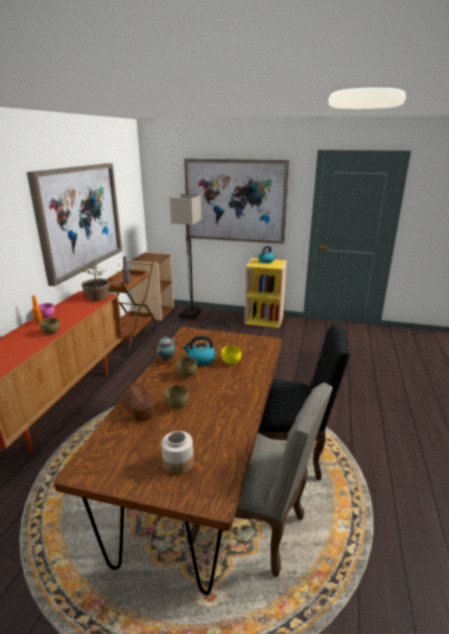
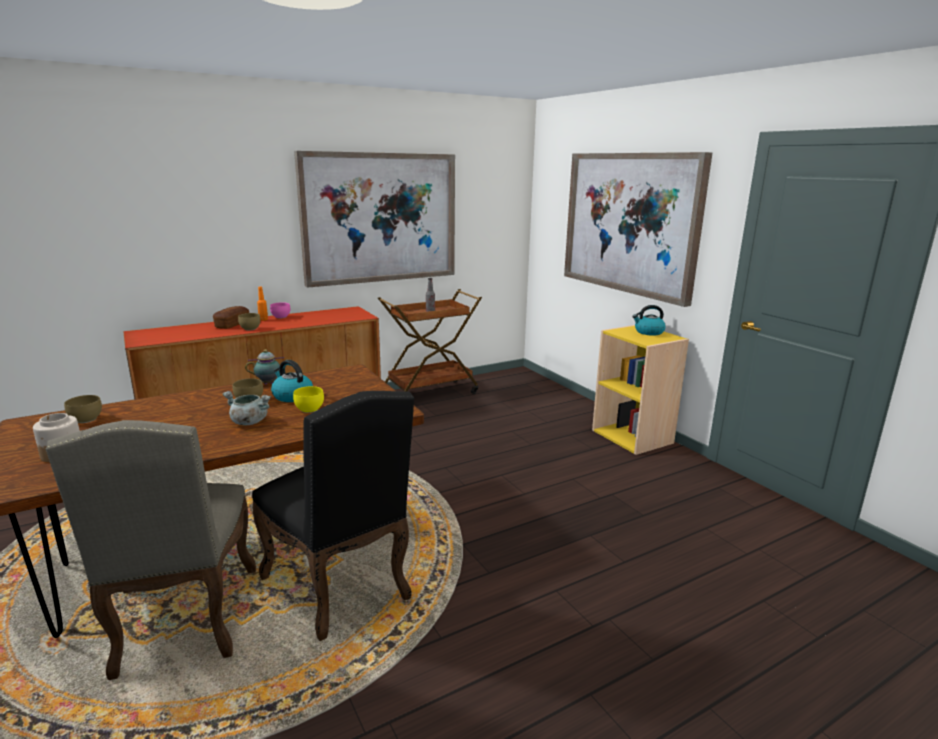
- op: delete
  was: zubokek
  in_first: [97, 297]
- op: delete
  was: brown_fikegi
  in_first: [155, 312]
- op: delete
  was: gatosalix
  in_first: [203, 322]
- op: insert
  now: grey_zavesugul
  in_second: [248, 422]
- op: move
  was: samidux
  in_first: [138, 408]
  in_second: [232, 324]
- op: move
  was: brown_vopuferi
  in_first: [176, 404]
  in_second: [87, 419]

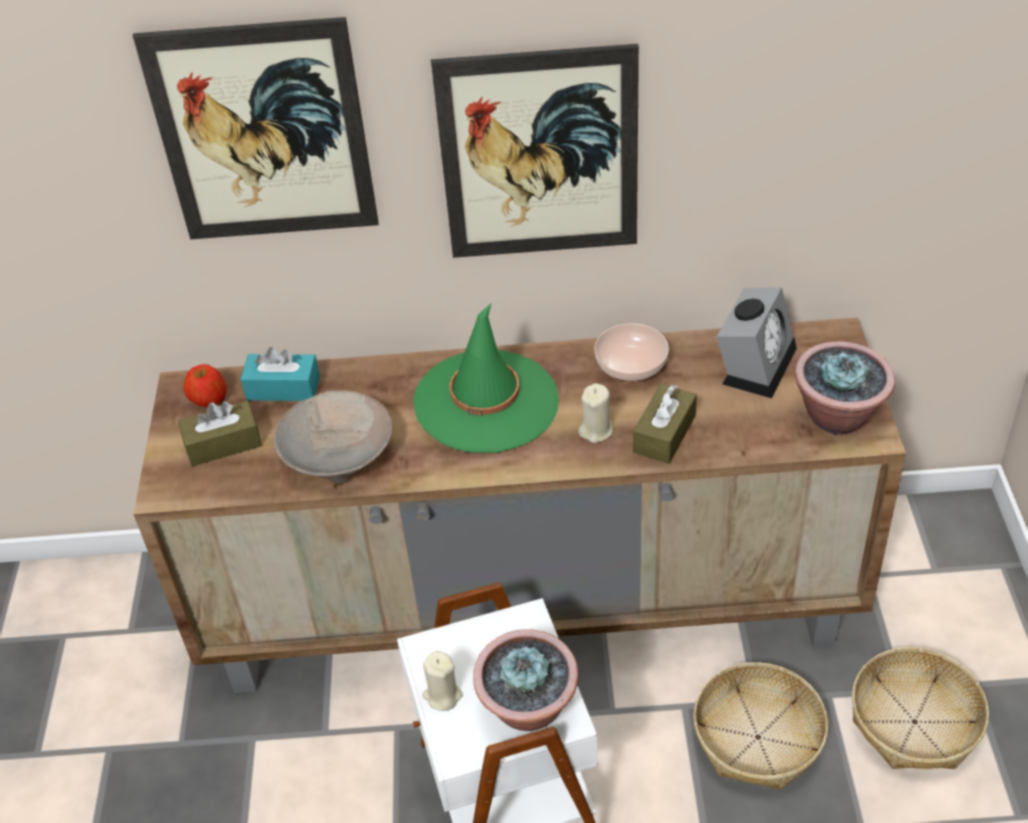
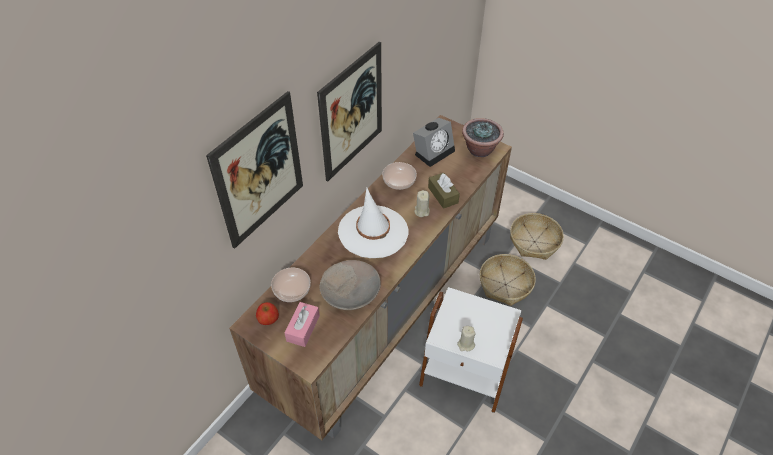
- op: delete
  was: zubokek
  in_first: [529, 709]
- op: replace
  was: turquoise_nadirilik
  now: vopuferi
  in_first: [283, 388]
  in_second: [292, 289]
- op: recolor
  was: brown_nadirilik
  now: pink_nadirilik
  in_first: [223, 444]
  in_second: [303, 328]
- op: recolor
  was: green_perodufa
  now: white_perodufa
  in_first: [486, 402]
  in_second: [373, 231]
- op: rotate
  was: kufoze
  in_first: [756, 363]
  in_second: [434, 151]
  clockwise: 75

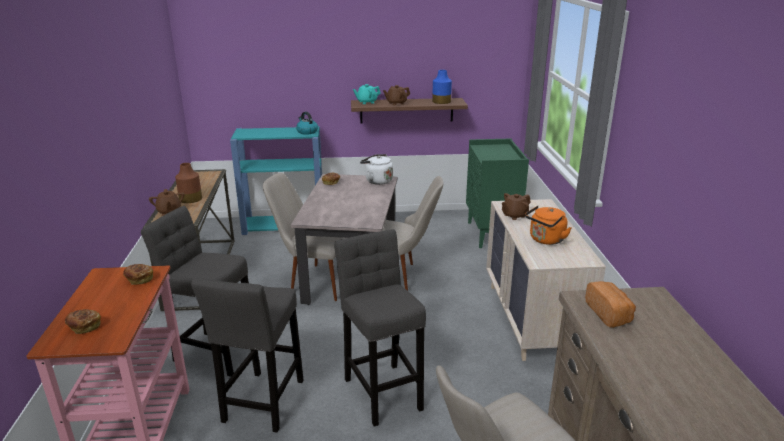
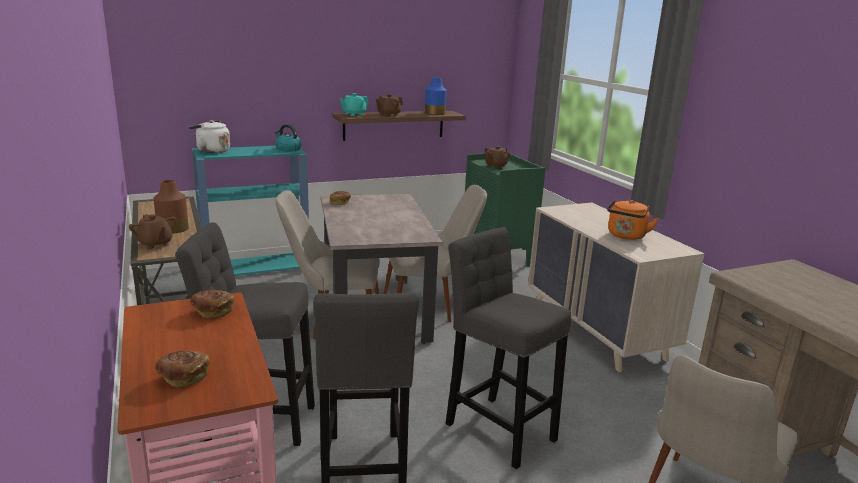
- op: delete
  was: samidux
  in_first: [609, 314]
- op: move
  was: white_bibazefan
  in_first: [377, 181]
  in_second: [211, 151]
- op: move
  was: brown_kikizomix
  in_first: [514, 215]
  in_second: [496, 166]

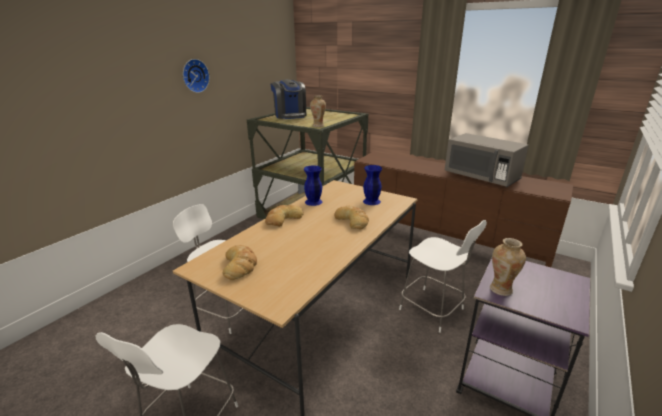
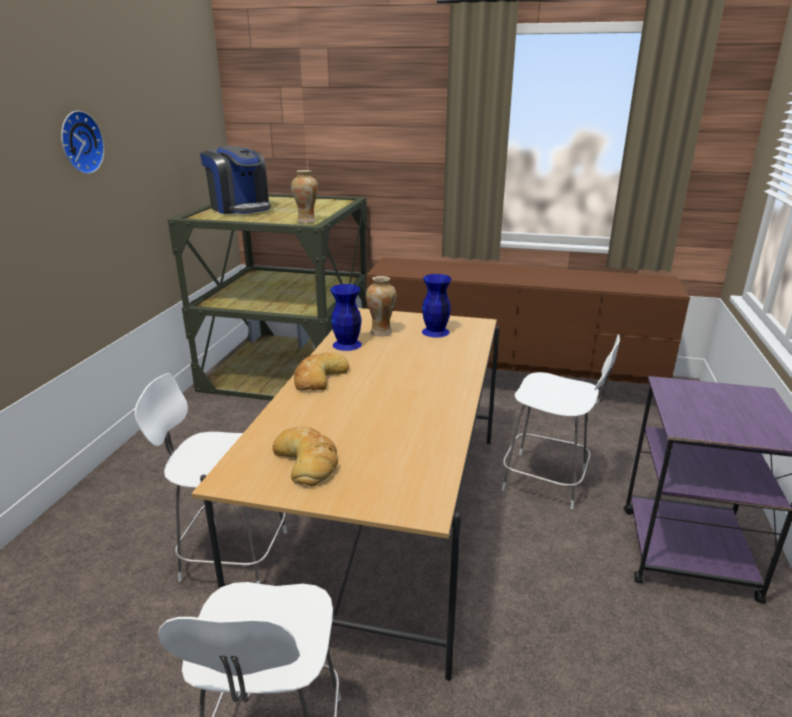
- op: delete
  was: samidux
  in_first: [352, 220]
- op: delete
  was: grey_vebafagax
  in_first: [481, 177]
- op: move
  was: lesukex
  in_first: [501, 289]
  in_second: [381, 332]

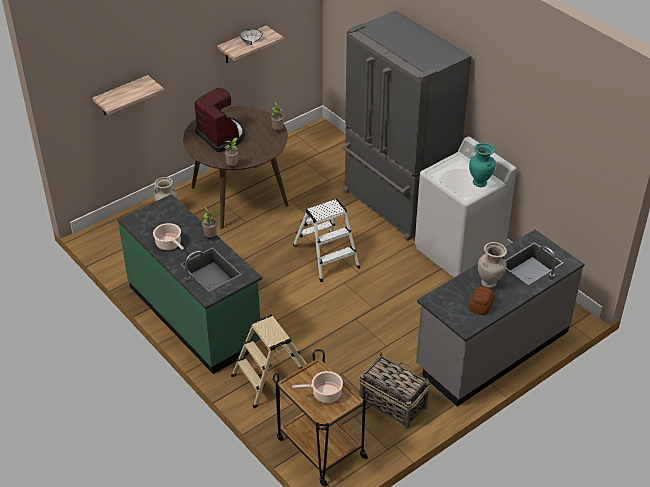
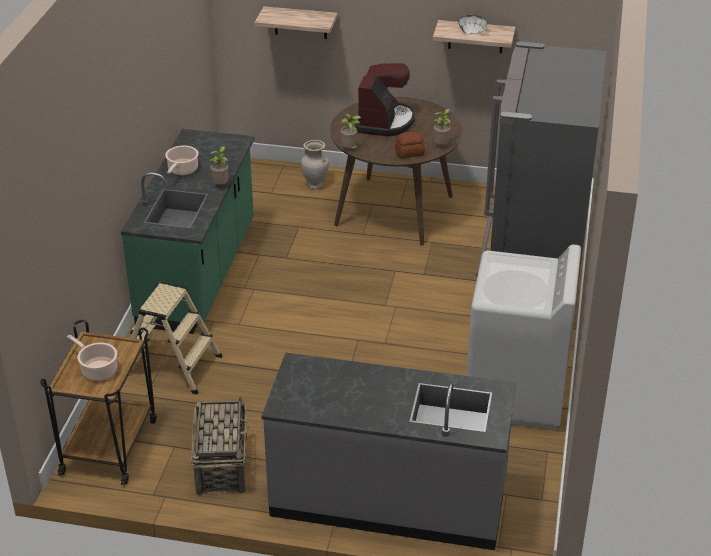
- op: delete
  was: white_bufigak
  in_first: [326, 256]
- op: delete
  was: turquoise_lesukex
  in_first: [480, 183]
- op: delete
  was: beige_lesukex
  in_first: [489, 283]
- op: move
  was: samidux
  in_first: [481, 306]
  in_second: [410, 153]

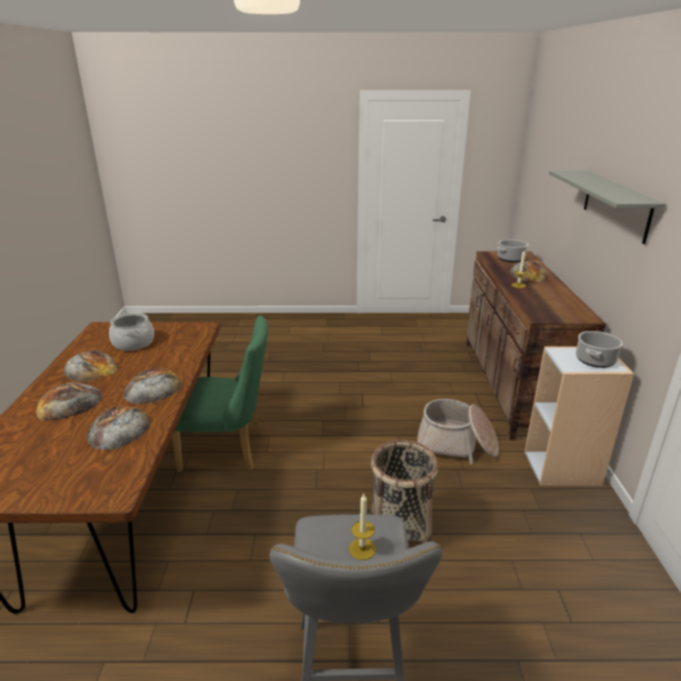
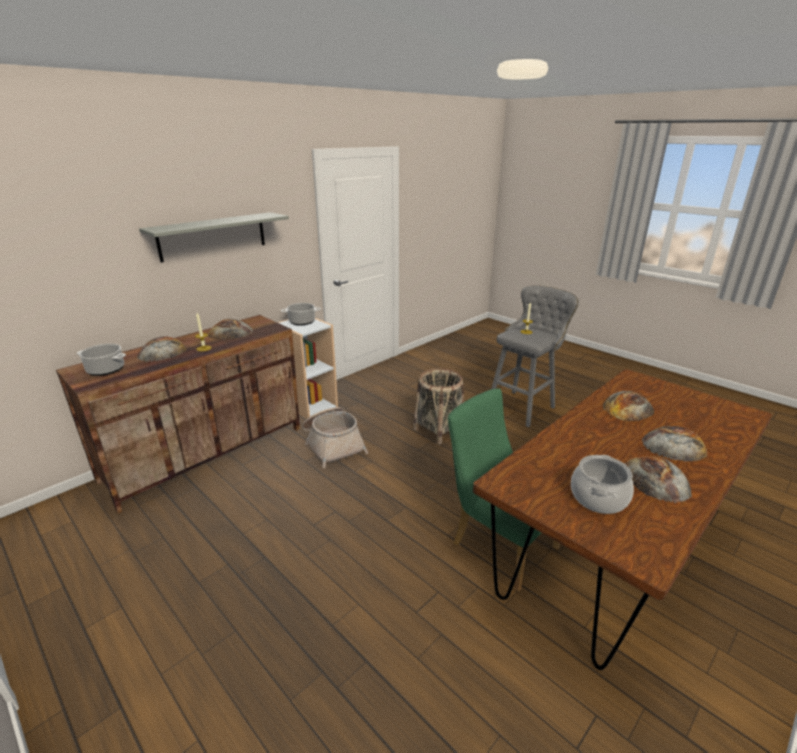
- op: move
  was: samidux
  in_first: [153, 388]
  in_second: [230, 332]

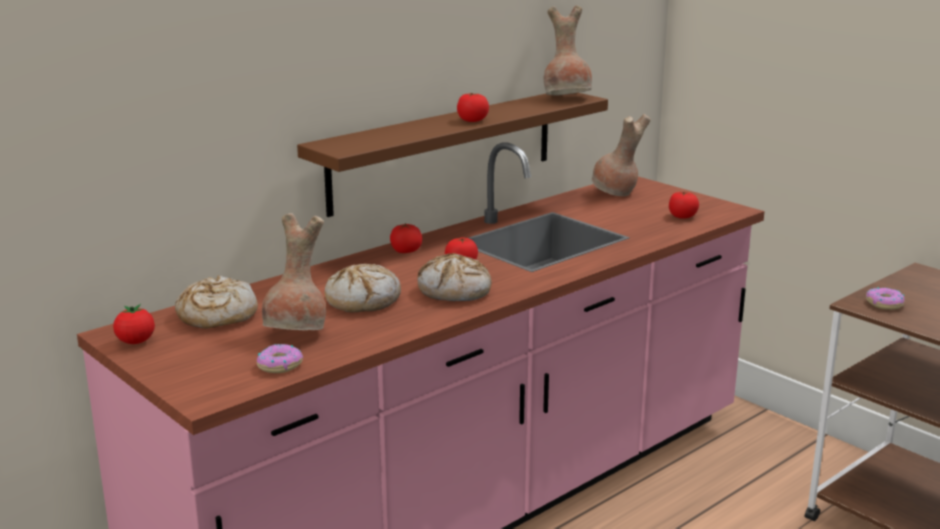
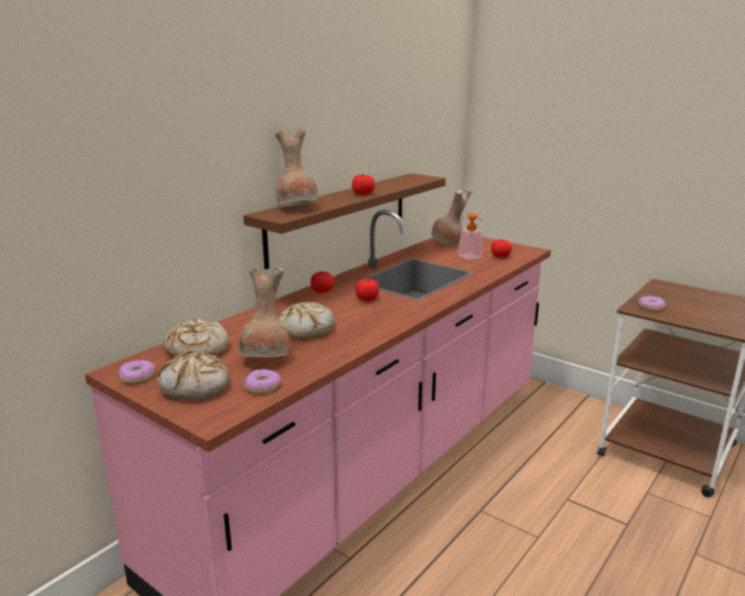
- op: insert
  now: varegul
  in_second: [472, 258]
- op: move
  was: samidux
  in_first: [455, 291]
  in_second: [195, 386]
- op: move
  was: brown_lesukex
  in_first: [567, 98]
  in_second: [297, 208]
- op: replace
  was: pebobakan
  now: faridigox
  in_first: [136, 342]
  in_second: [137, 376]

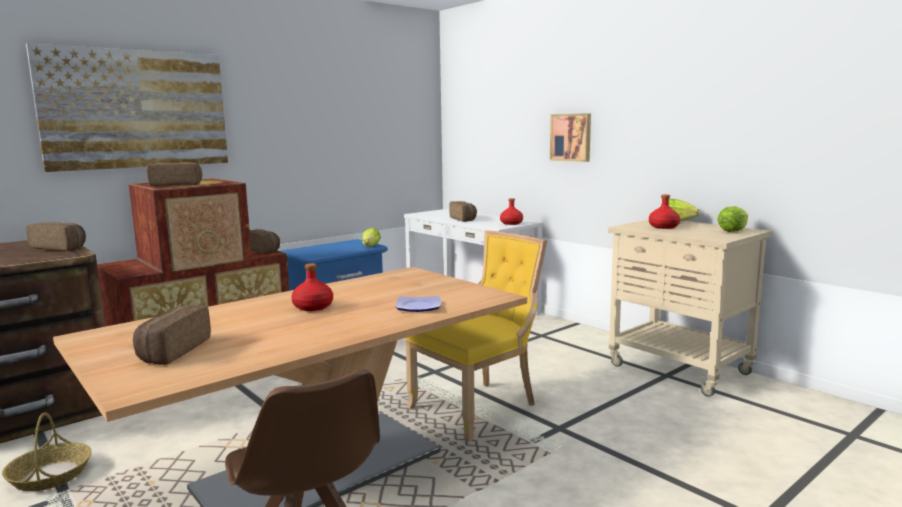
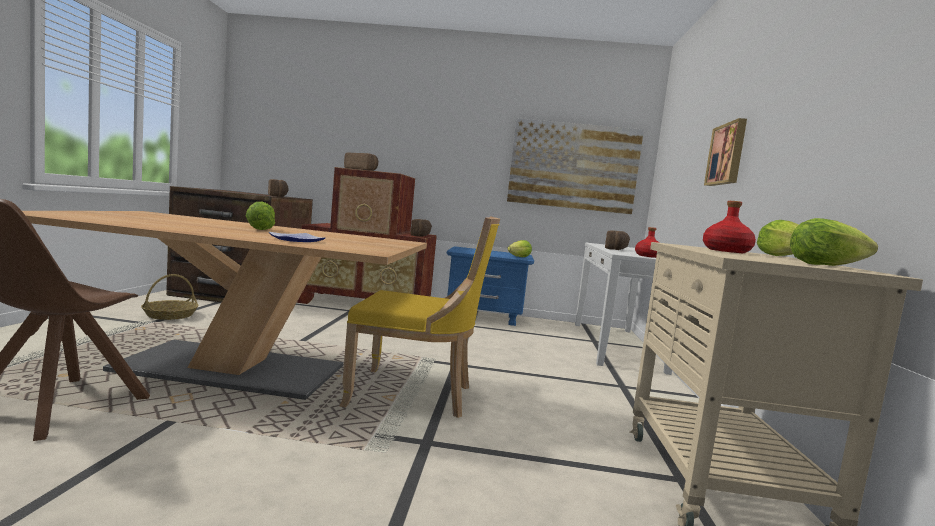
- op: delete
  was: samidux
  in_first: [171, 351]
- op: move
  was: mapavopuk
  in_first: [136, 109]
  in_second: [573, 166]
- op: replace
  was: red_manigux
  now: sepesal
  in_first: [313, 307]
  in_second: [260, 229]

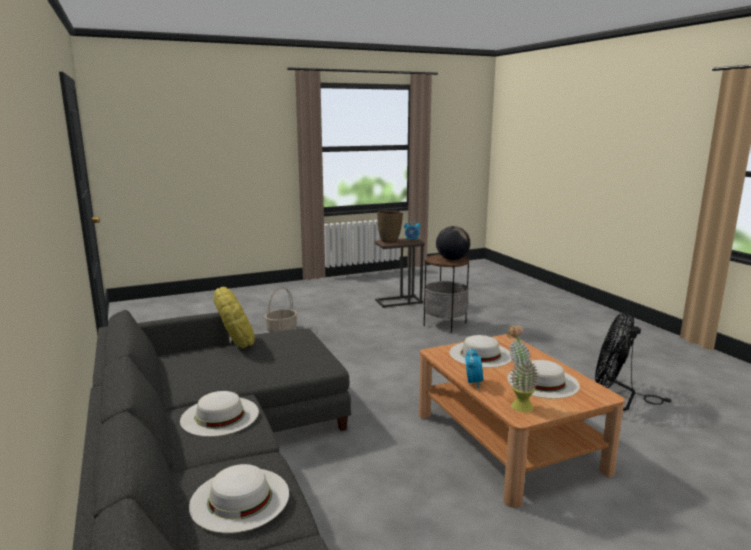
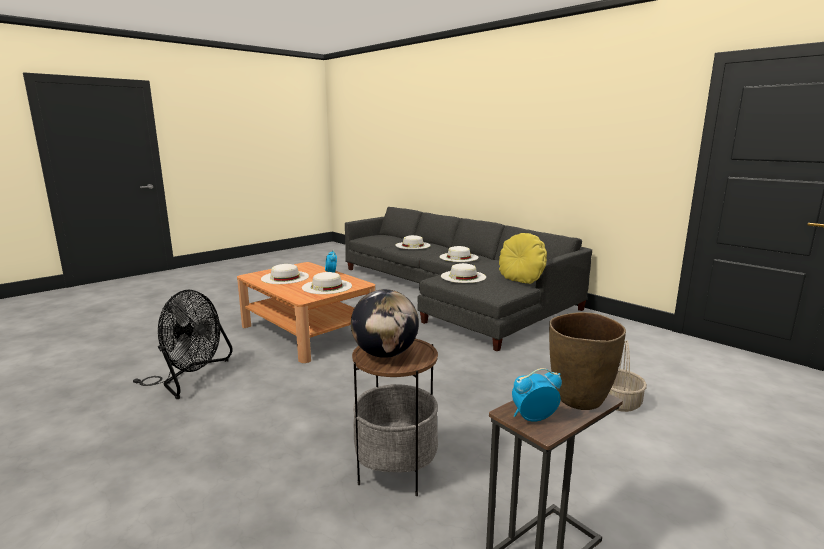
- op: delete
  was: zubokek
  in_first: [517, 404]
- op: insert
  now: white_perodufa
  in_second: [463, 276]

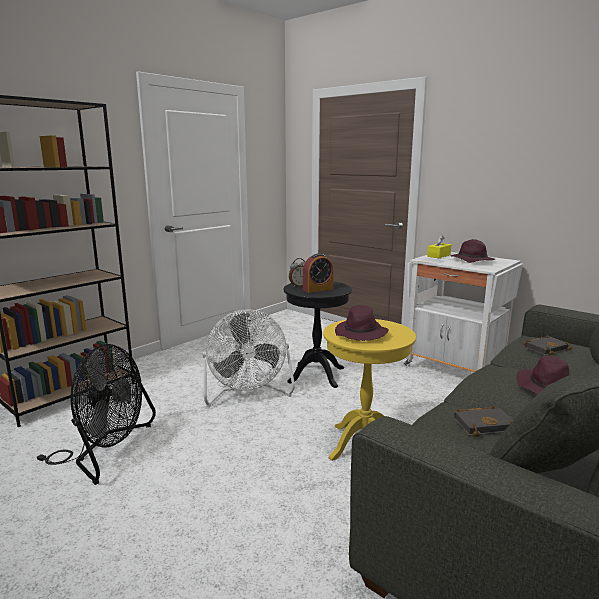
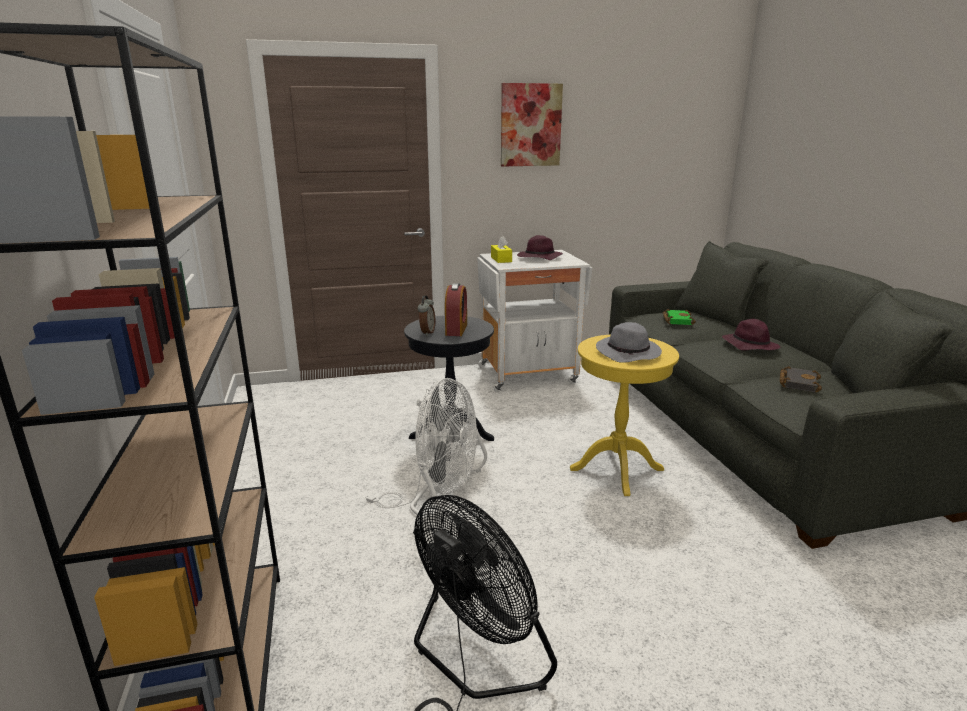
- op: insert
  now: mapavopuk
  in_second: [530, 125]
- op: recolor
  was: purple_perodufa
  now: grey_perodufa
  in_first: [361, 334]
  in_second: [629, 353]
- op: recolor
  was: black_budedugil
  now: green_budedugil
  in_first: [546, 348]
  in_second: [676, 320]

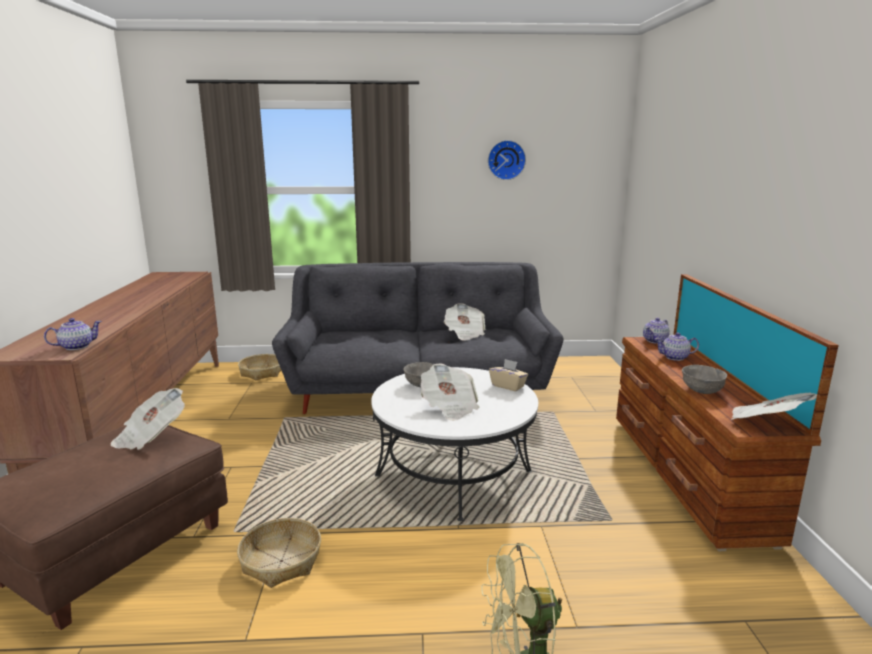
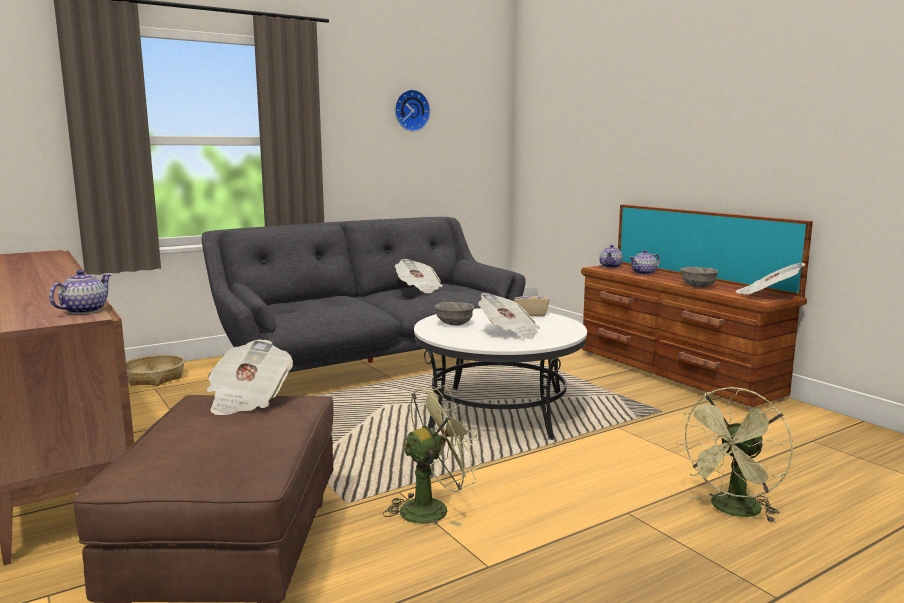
- op: replace
  was: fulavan
  now: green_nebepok
  in_first: [281, 561]
  in_second: [433, 508]

